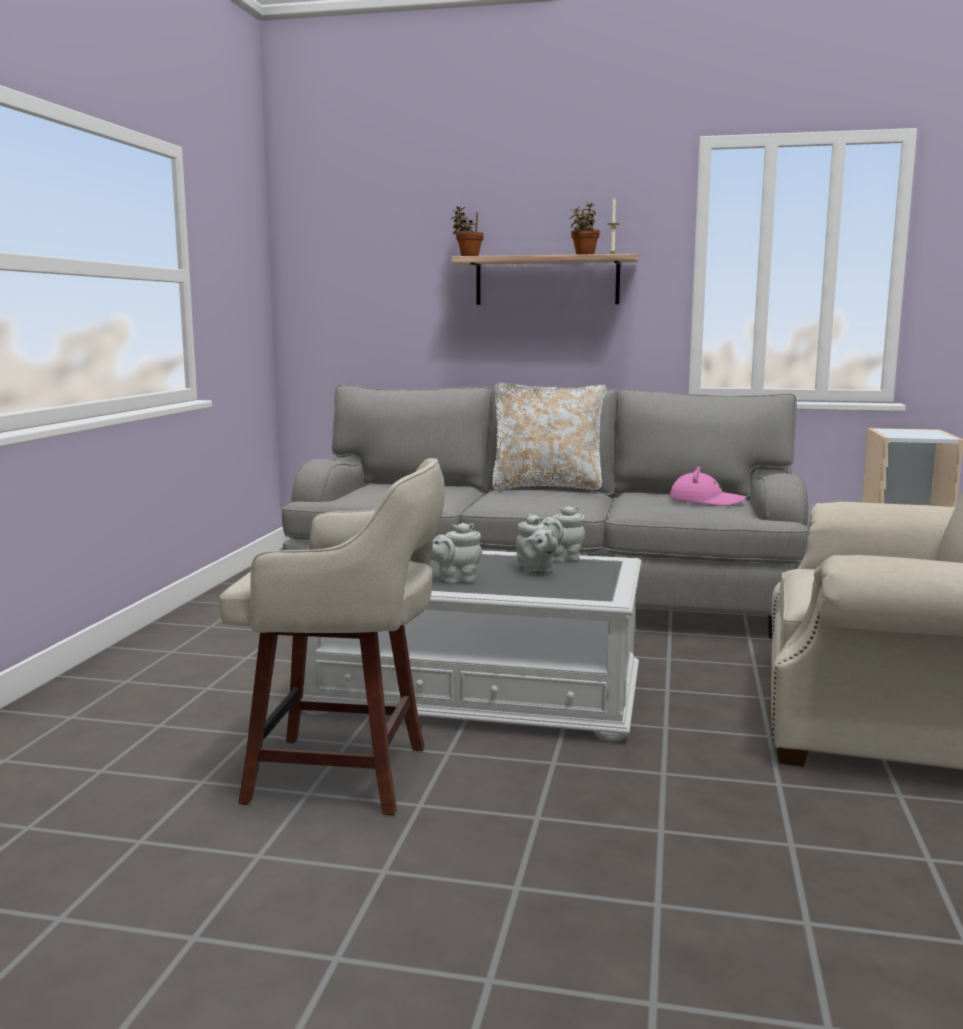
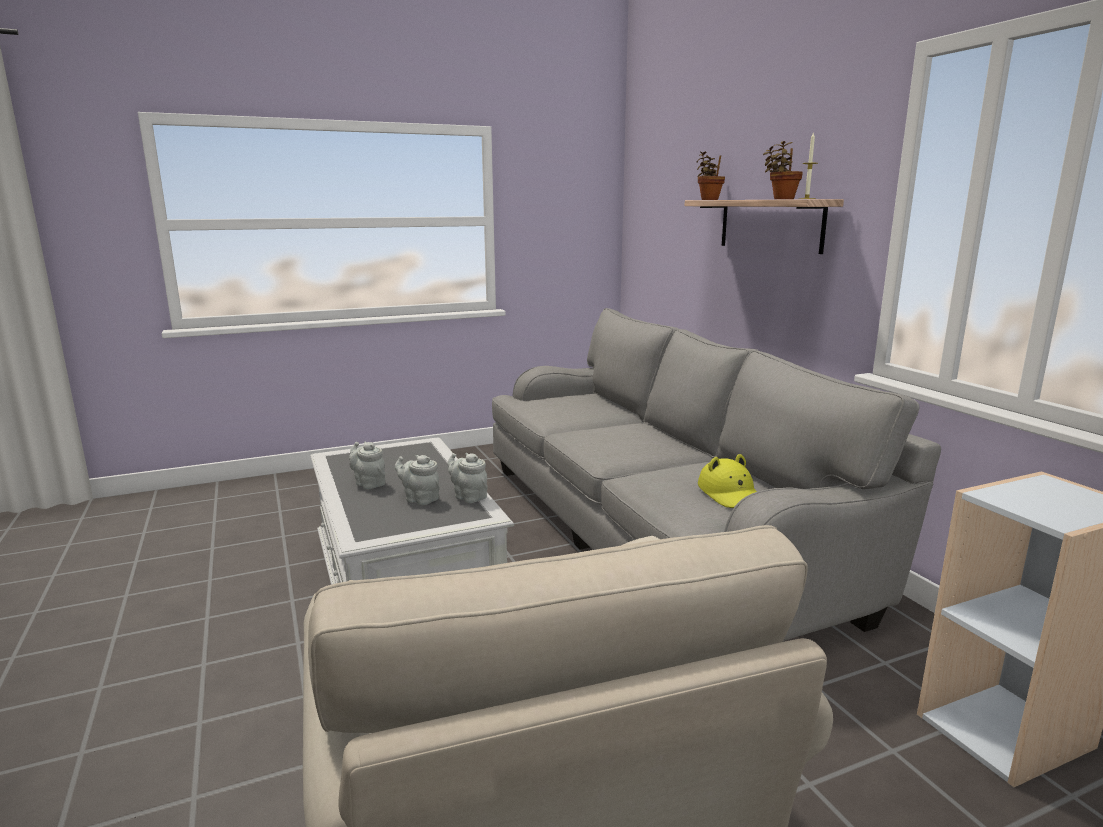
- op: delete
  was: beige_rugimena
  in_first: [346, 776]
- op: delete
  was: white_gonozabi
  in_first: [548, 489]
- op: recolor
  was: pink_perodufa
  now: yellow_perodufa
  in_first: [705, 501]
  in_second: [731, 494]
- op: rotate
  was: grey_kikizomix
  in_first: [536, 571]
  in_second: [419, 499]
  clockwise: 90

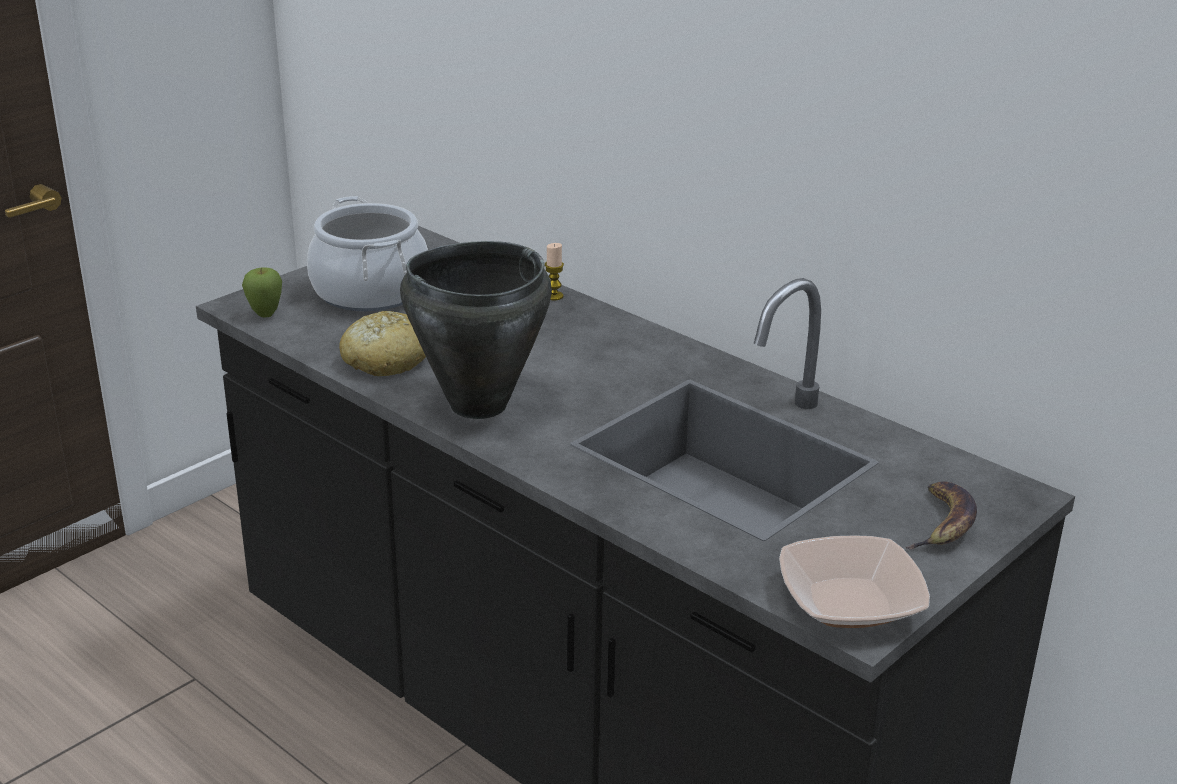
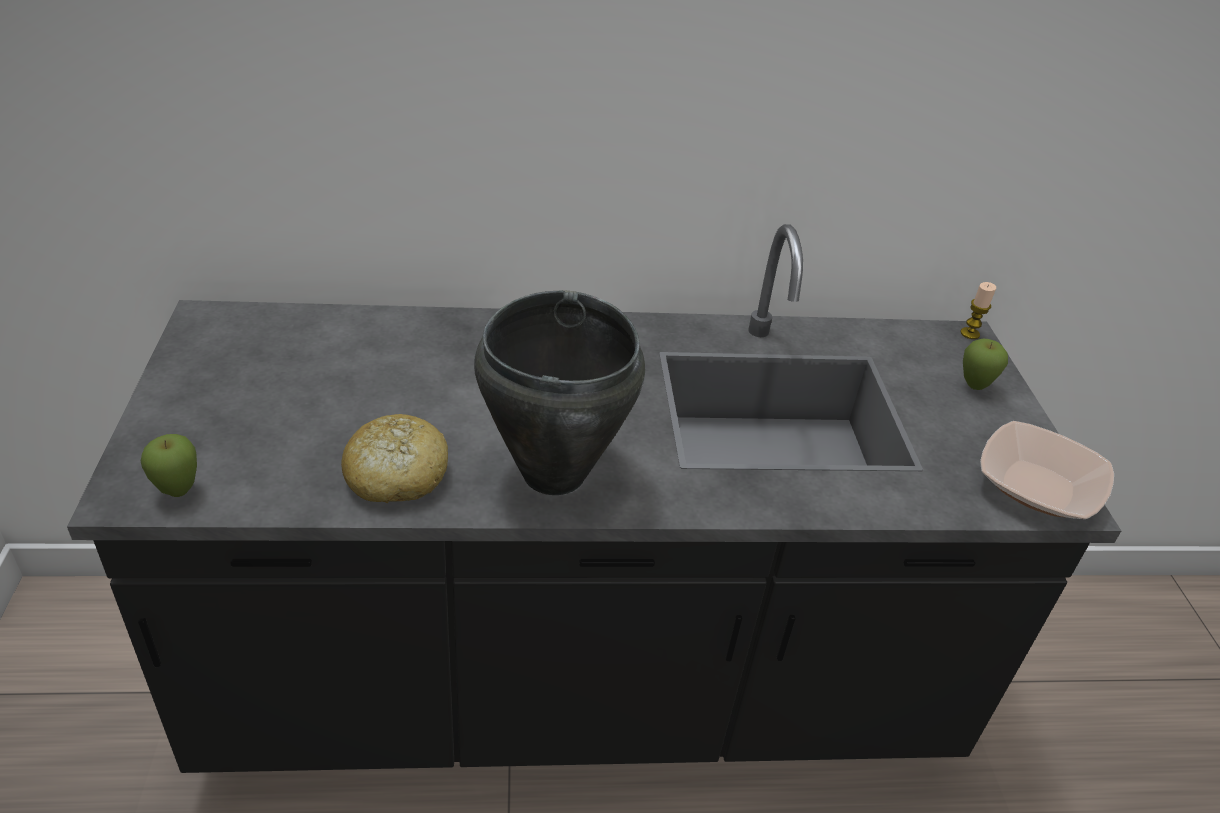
- op: delete
  was: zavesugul
  in_first: [369, 291]
- op: move
  was: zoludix
  in_first: [554, 296]
  in_second: [970, 333]
- op: replace
  was: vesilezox
  now: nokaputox
  in_first: [943, 524]
  in_second: [974, 386]

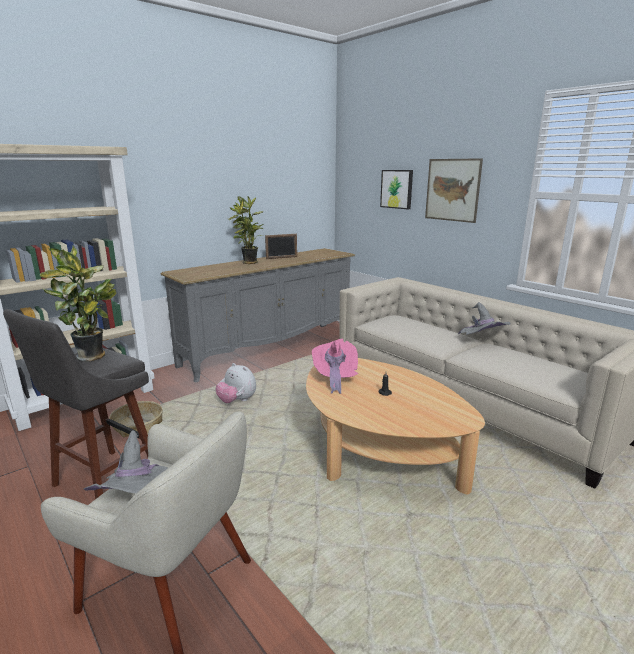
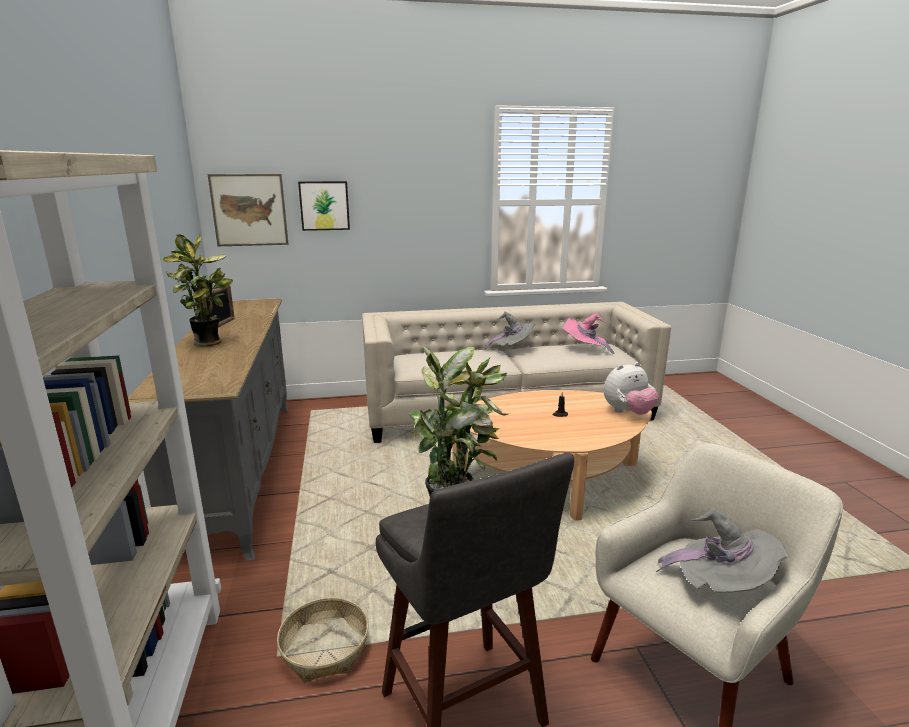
- op: move
  was: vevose
  in_first: [237, 401]
  in_second: [628, 413]
- op: move
  was: pink_perodufa
  in_first: [335, 378]
  in_second: [585, 350]
- op: move
  was: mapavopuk
  in_first: [452, 190]
  in_second: [249, 210]

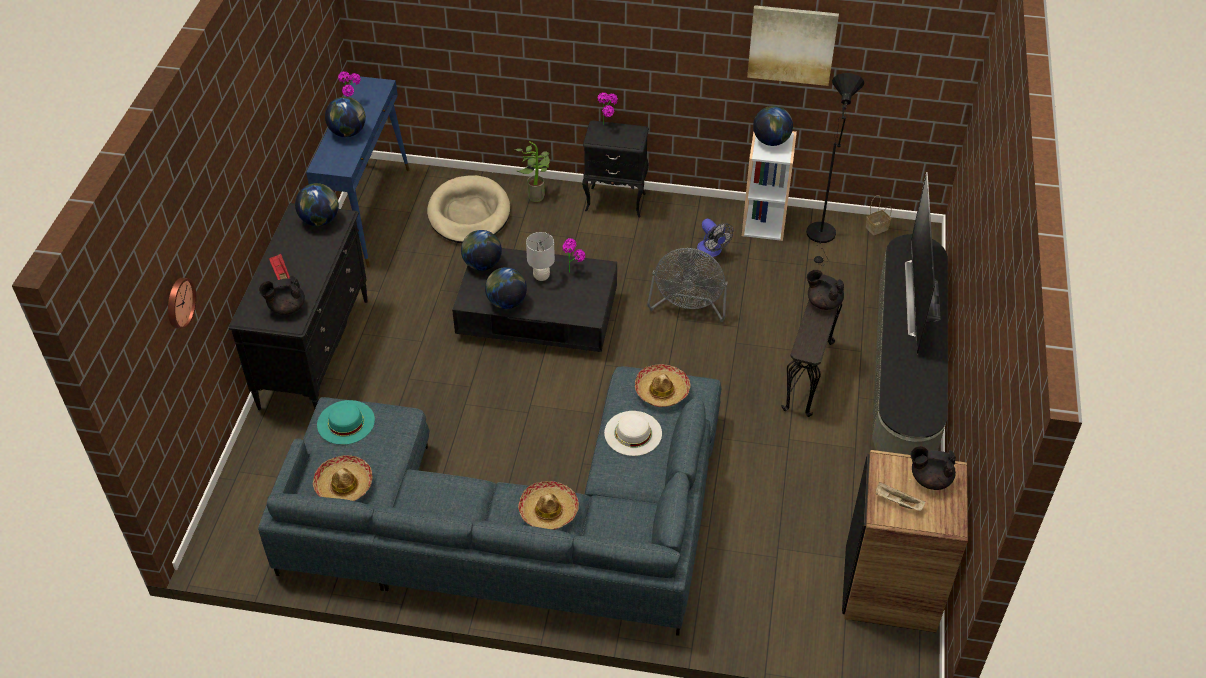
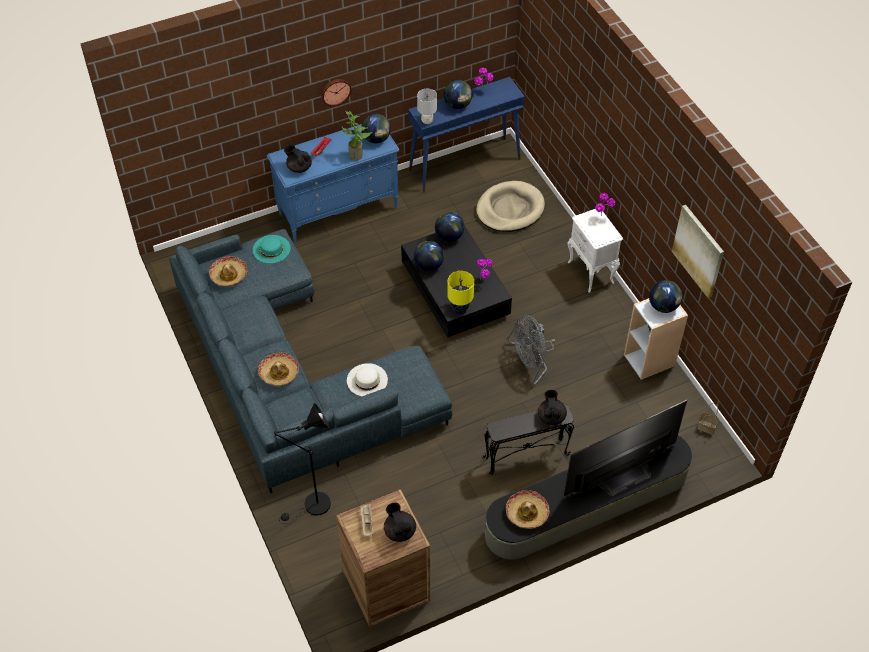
- op: delete
  was: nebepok
  in_first: [712, 251]
- op: insert
  now: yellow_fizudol
  in_second: [460, 308]
- op: move
  was: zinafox
  in_first: [179, 303]
  in_second: [335, 91]
- op: move
  was: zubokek
  in_first: [536, 195]
  in_second: [357, 155]
- op: move
  was: grey_fizudol
  in_first: [542, 277]
  in_second: [427, 121]
- op: move
  was: perodufa
  in_first: [662, 391]
  in_second: [527, 513]
- op: move
  was: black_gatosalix
  in_first: [821, 237]
  in_second: [313, 507]
- op: recolor
  was: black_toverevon
  now: blue_toverevon
  in_first: [316, 352]
  in_second: [339, 211]
- op: recolor
  was: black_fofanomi
  now: white_fofanomi
  in_first: [615, 202]
  in_second: [590, 273]

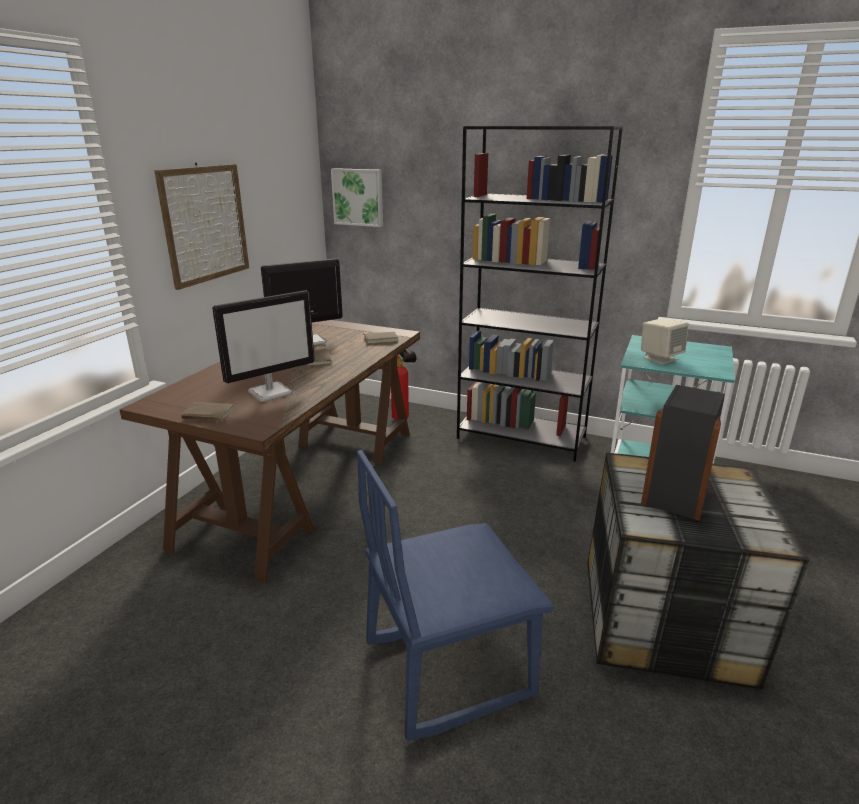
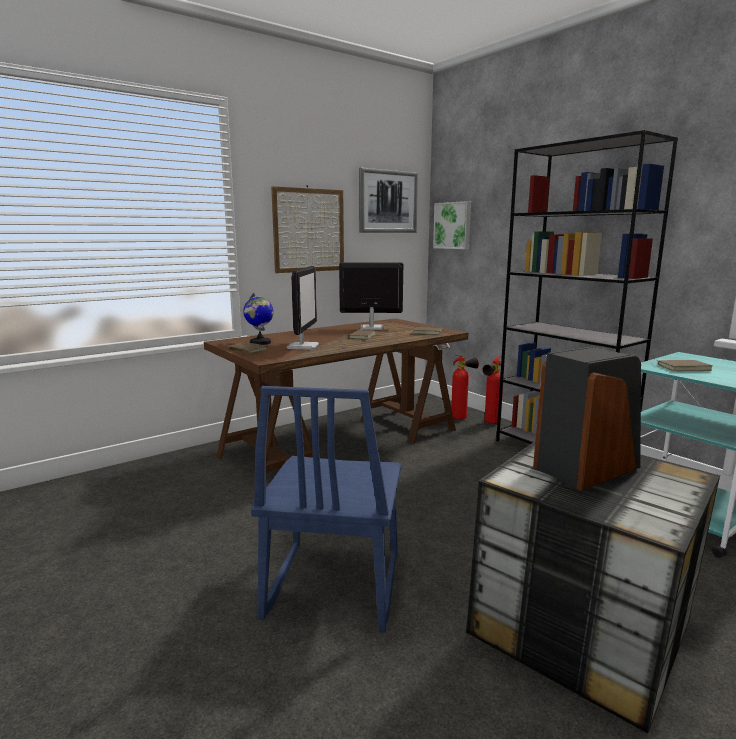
- op: insert
  now: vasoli
  in_second: [260, 343]
- op: insert
  now: mapavopuk
  in_second: [388, 202]
- op: insert
  now: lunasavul
  in_second: [490, 424]
- op: replace
  was: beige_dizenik
  now: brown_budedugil
  in_first: [660, 358]
  in_second: [683, 368]
- op: rotate
  was: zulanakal
  in_first: [271, 392]
  in_second: [303, 346]
  clockwise: -75
- op: rotate
  was: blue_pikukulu
  in_first: [447, 667]
  in_second: [332, 585]
  clockwise: -90

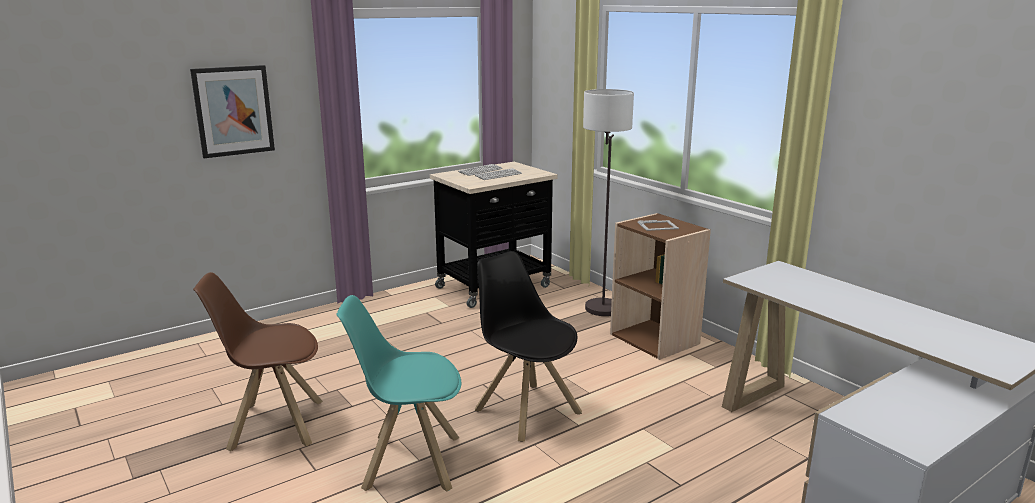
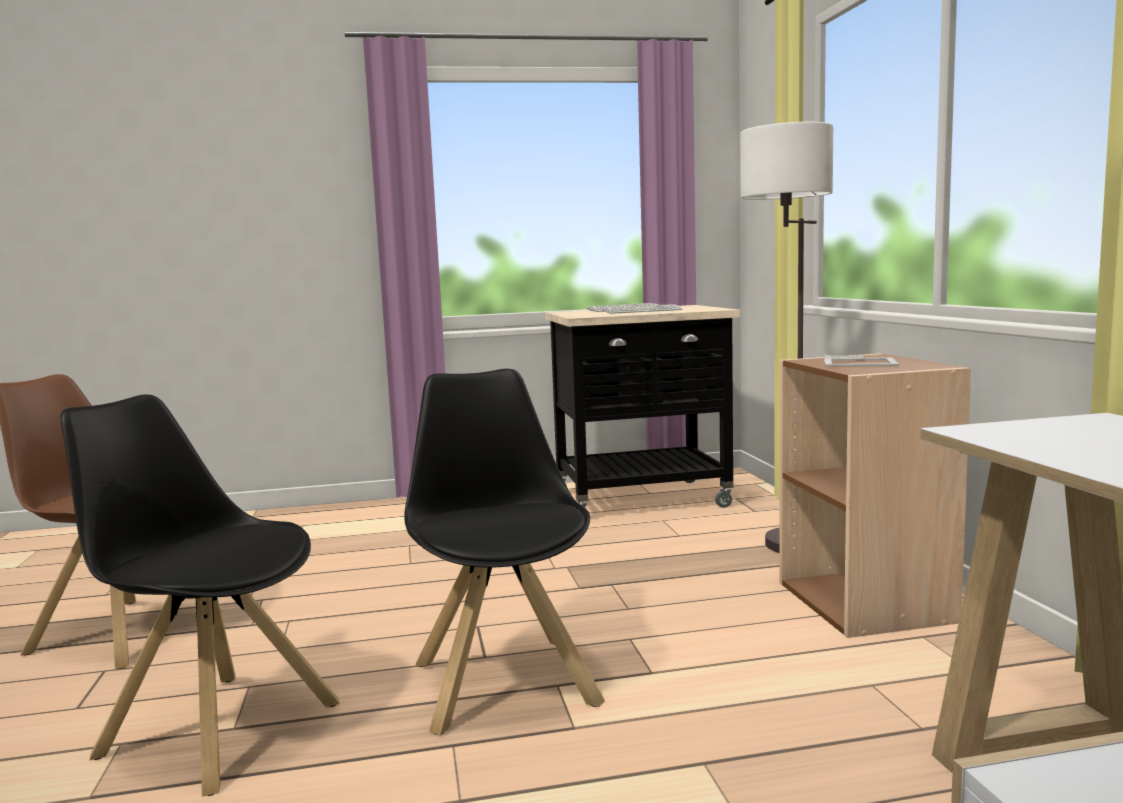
- op: delete
  was: mapavopuk
  in_first: [233, 111]
- op: recolor
  was: turquoise_pikukulu
  now: black_pikukulu
  in_first: [409, 462]
  in_second: [216, 727]

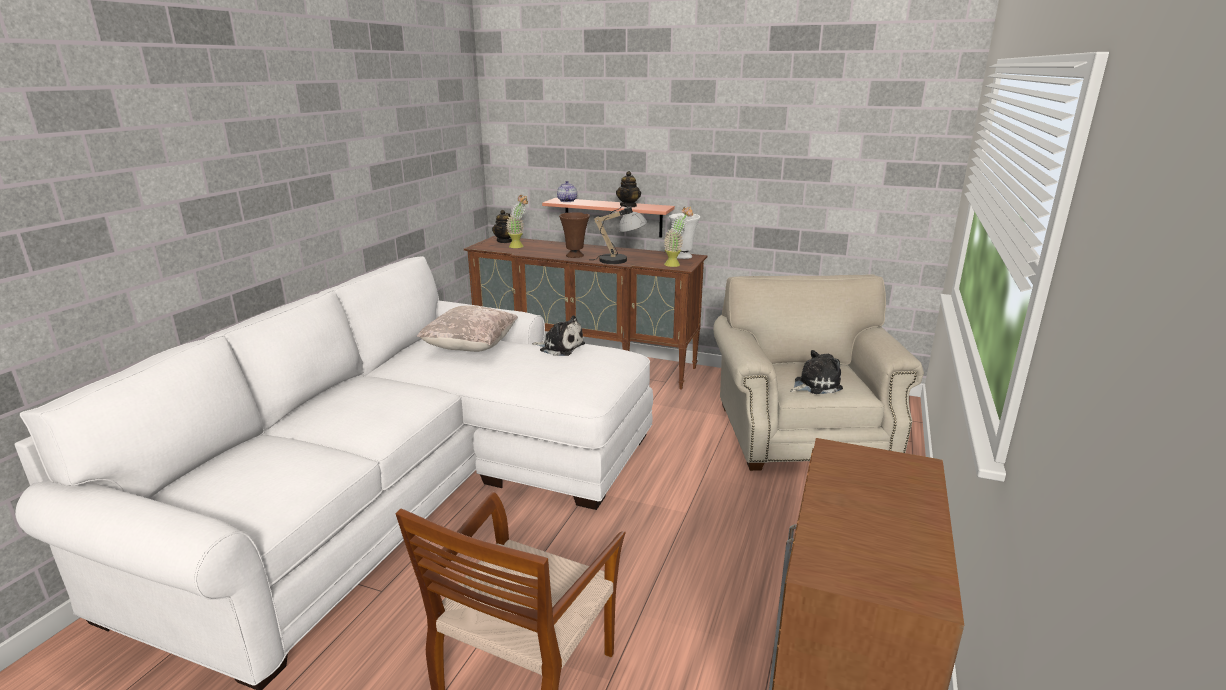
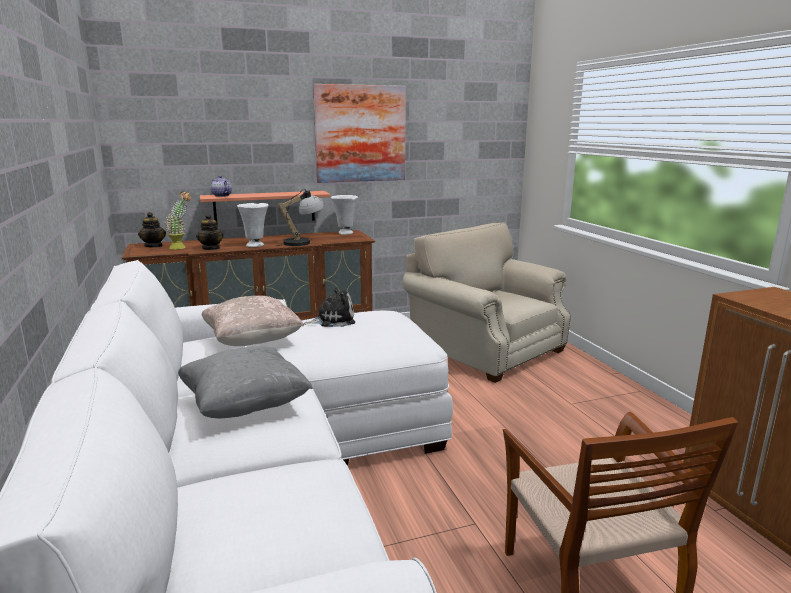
- op: delete
  was: zubokek
  in_first: [676, 264]
- op: delete
  was: vevose
  in_first: [815, 385]
- op: insert
  now: grey_gonozabi
  in_second: [245, 406]
- op: insert
  now: mapavopuk
  in_second: [360, 134]
- op: move
  was: kikizomix
  in_first: [628, 205]
  in_second: [211, 248]
- op: recolor
  was: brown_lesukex
  now: white_lesukex
  in_first: [575, 256]
  in_second: [255, 245]

